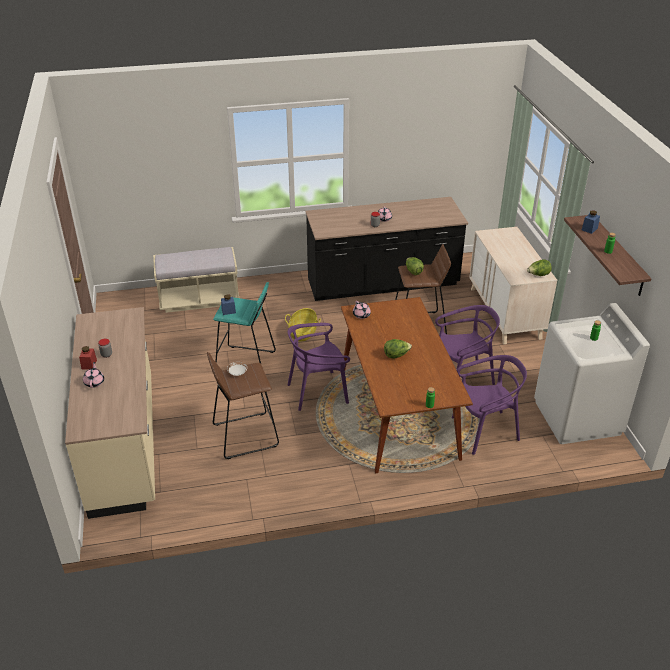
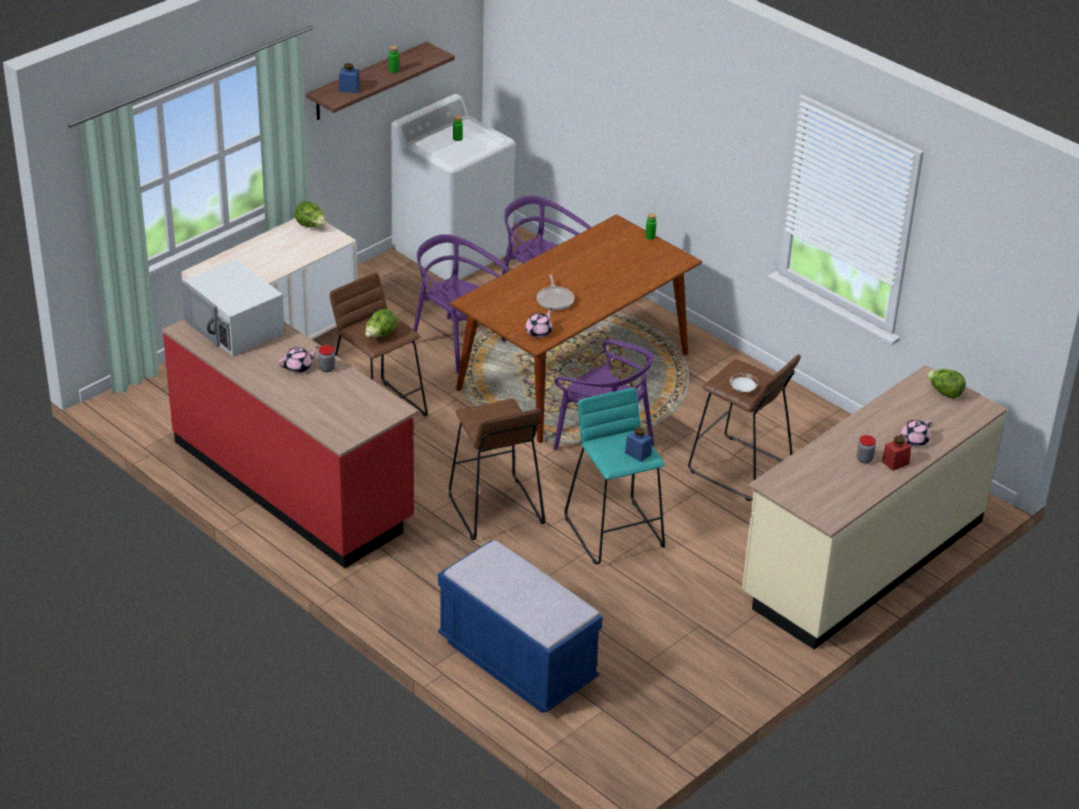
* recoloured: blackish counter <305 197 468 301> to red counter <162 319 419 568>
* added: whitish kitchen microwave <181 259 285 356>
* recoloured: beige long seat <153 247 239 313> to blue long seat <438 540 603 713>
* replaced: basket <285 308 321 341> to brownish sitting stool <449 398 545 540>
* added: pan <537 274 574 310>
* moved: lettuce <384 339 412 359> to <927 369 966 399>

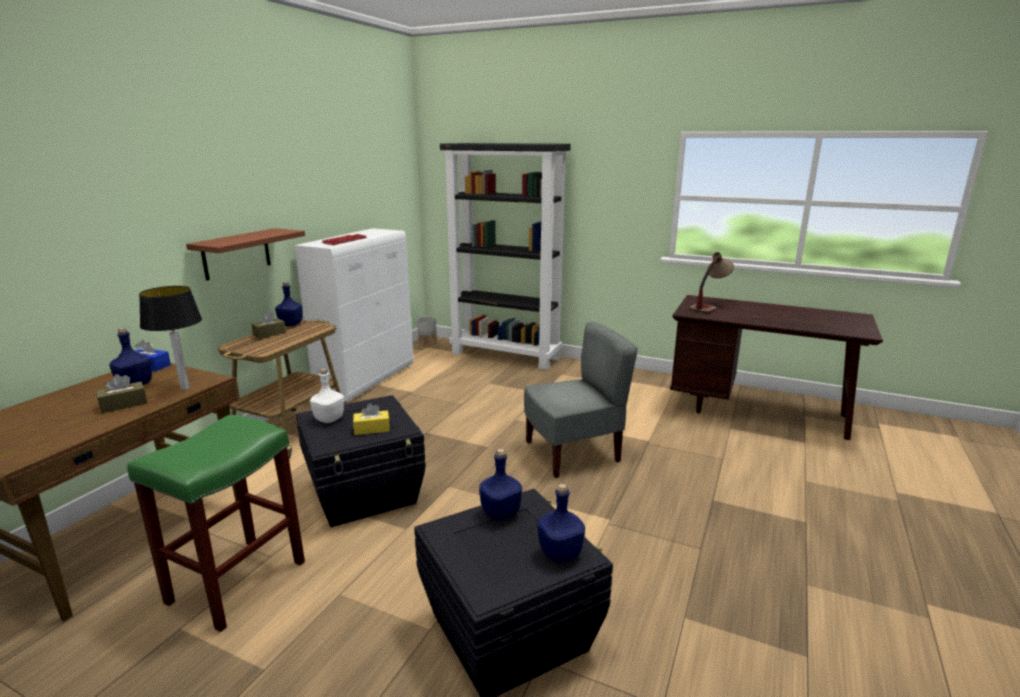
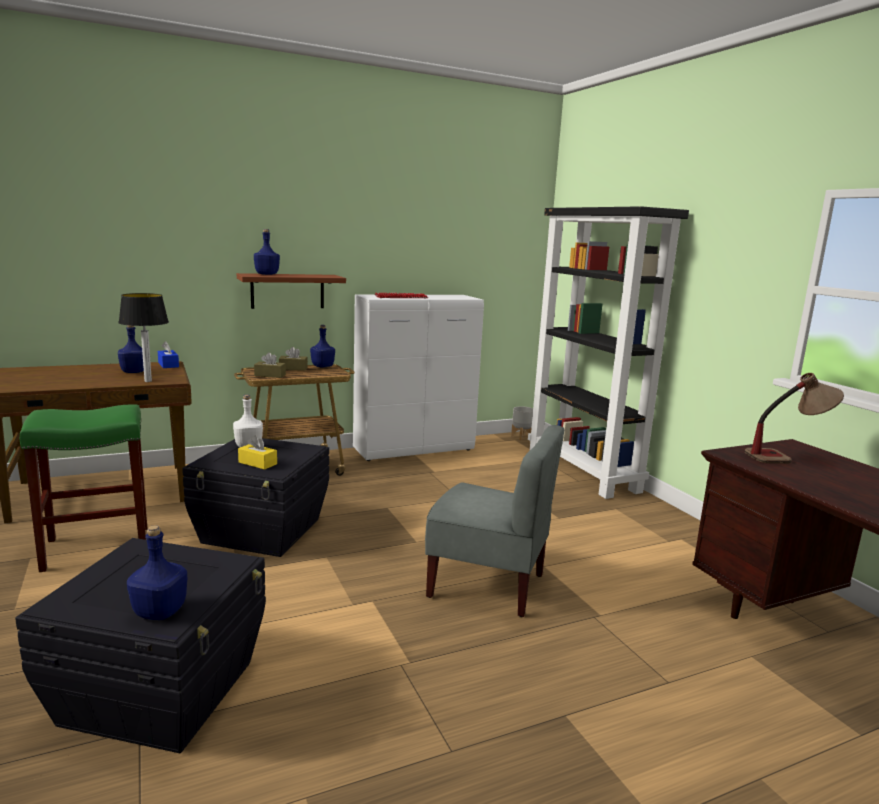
* moved: blue bottle <479 449 522 521> to <254 229 280 275>
* moved: brownish tissue holder <96 374 147 413> to <254 352 286 378>

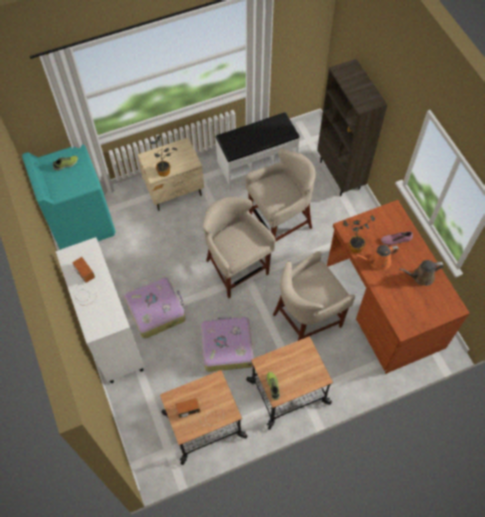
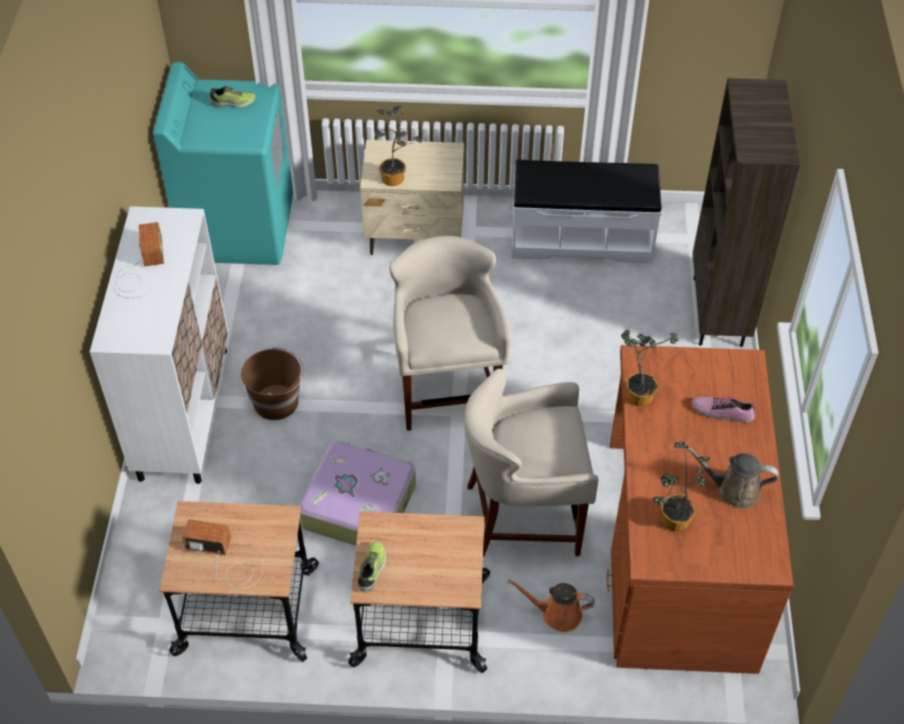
* replaced: suitcase <125 277 186 339> to brownish pail <241 348 303 420>
* moved: orangey watering pot <355 245 399 270> to <508 580 595 632>
* added: houseplant <653 442 710 532>
* removed: beige sitting stool <246 149 316 242>

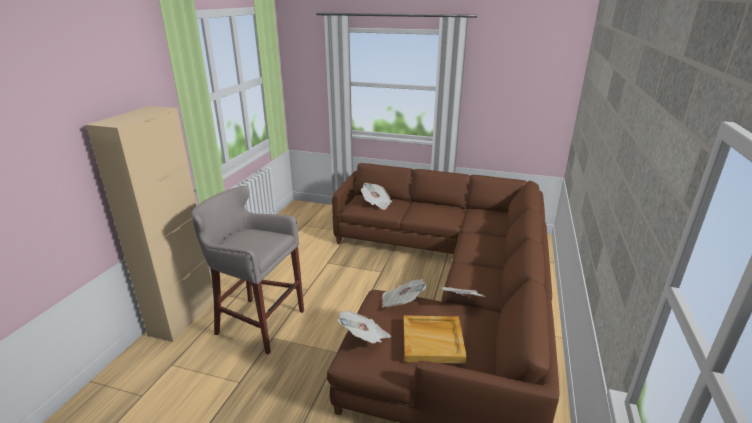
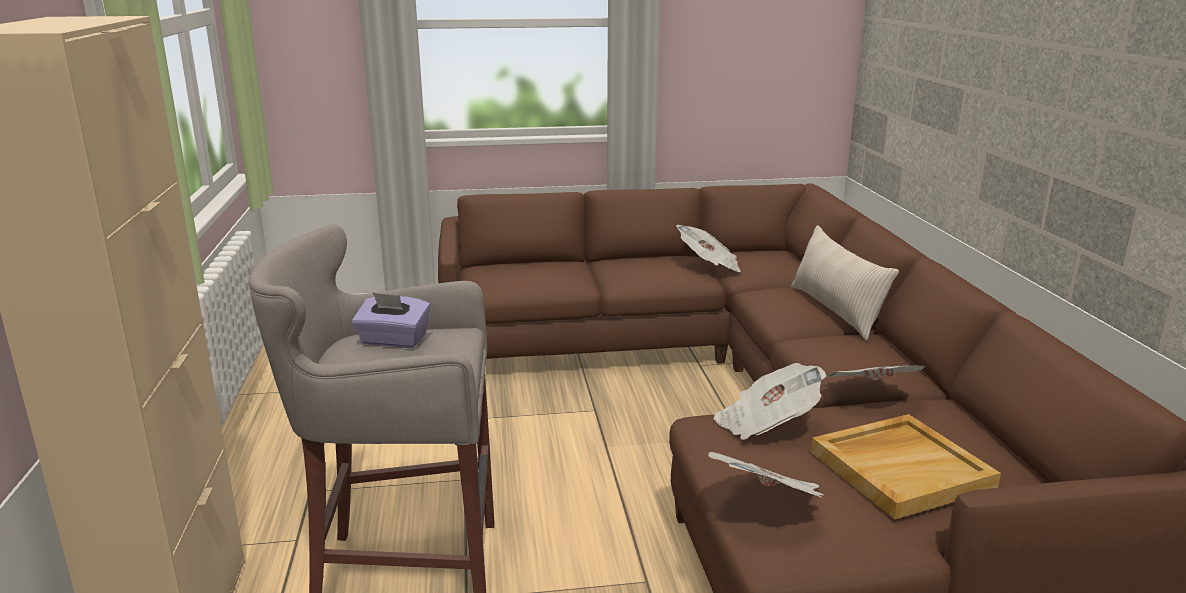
* added: purplish tissue holder <352 292 431 348>
* moved: daily paper <361 183 392 210> to <676 225 741 272>
* added: beige pillow <791 225 899 341>

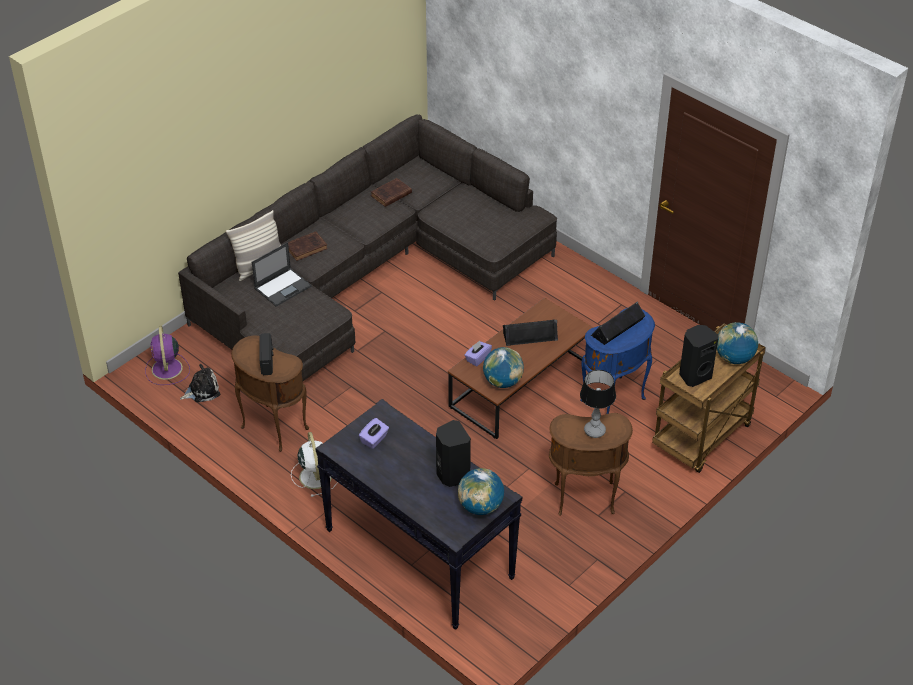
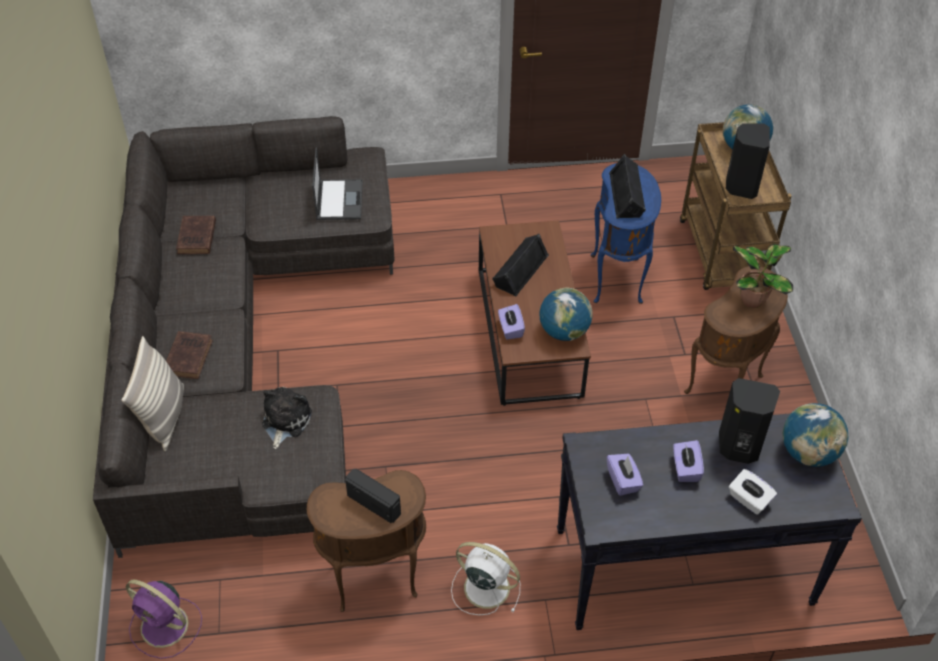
* moved: cuddly toy <180 364 220 402> to <262 387 312 449>
* moved: laptop <252 242 312 307> to <312 148 363 220>
* added: purplish tissue holder <673 440 704 482>
* added: whitish tissue holder <729 469 777 515>
* replaced: table lamp <580 370 616 438> to houseplant <733 244 793 308>

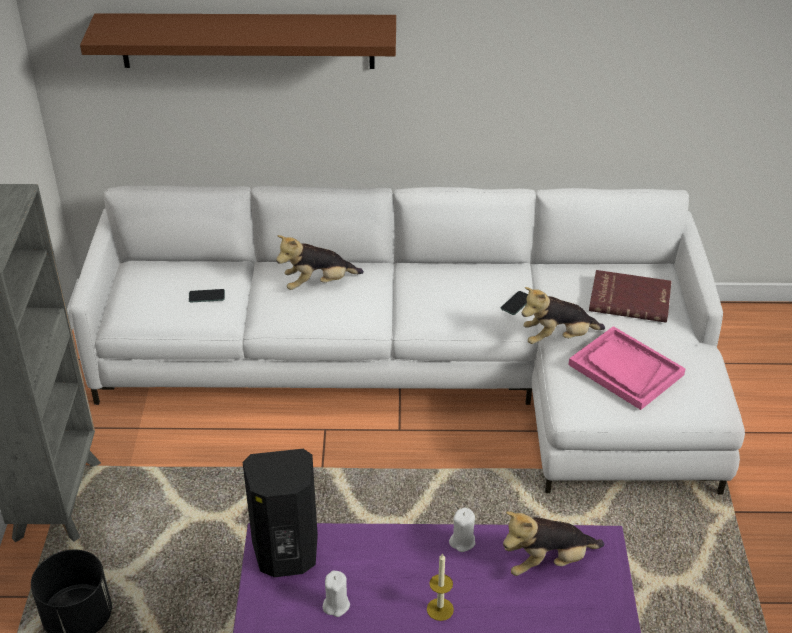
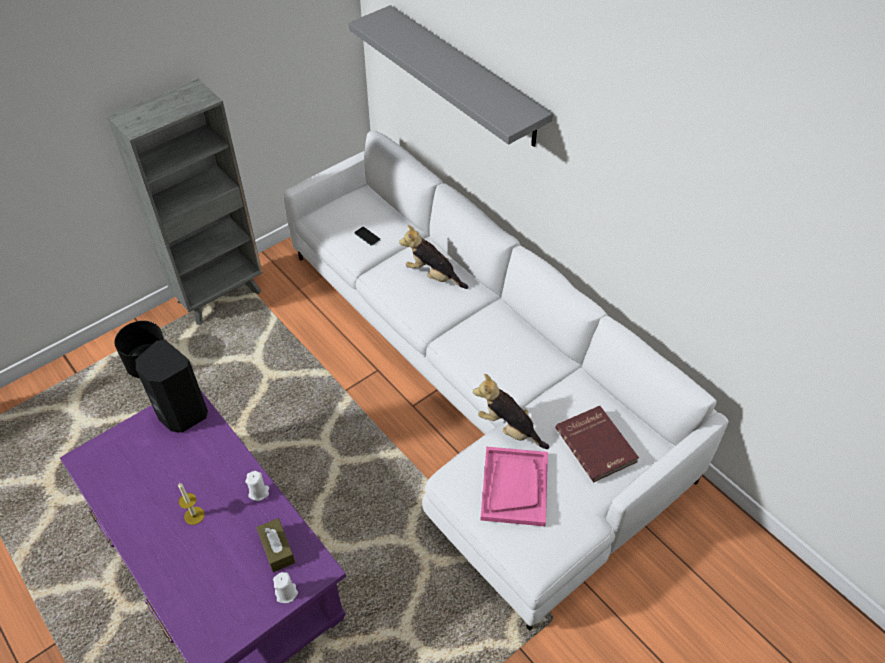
* replaced: cuddly toy <503 511 604 576> to brownish tissue holder <256 518 295 572>
* moved: whitish wax light <323 571 350 617> to <273 572 298 603>
* recoloured: brownish shelf <80 13 396 69> to gray shelf <348 5 553 147>
* removed: phone <501 291 528 315>

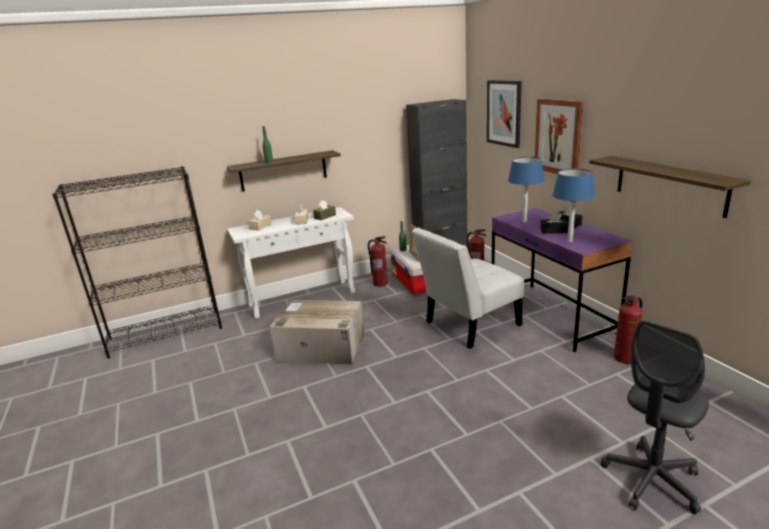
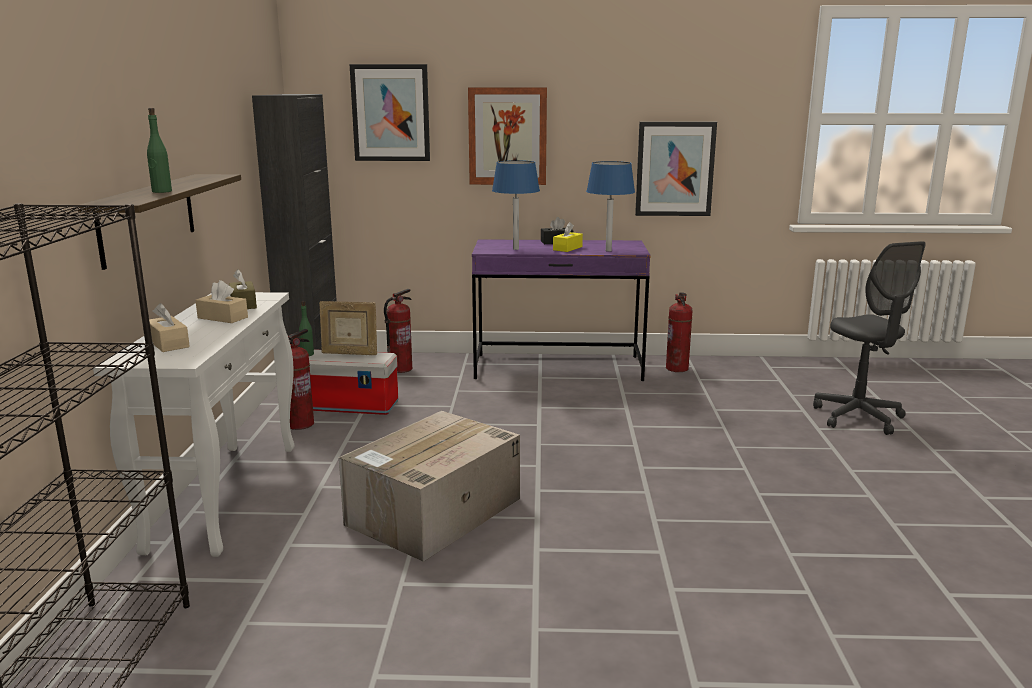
* recoloured: blackish tissue holder <540 212 568 234> to yellow tissue holder <553 222 583 252>
* replaced: shelf <589 156 751 218> to picture <635 122 717 216>
* removed: whitish plain chair <412 228 524 349>

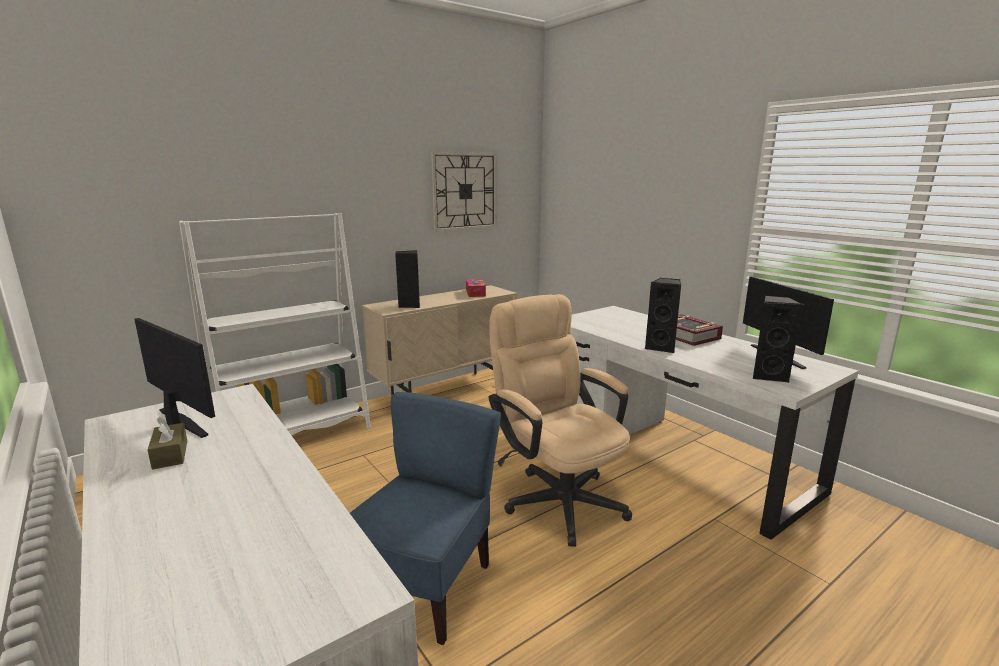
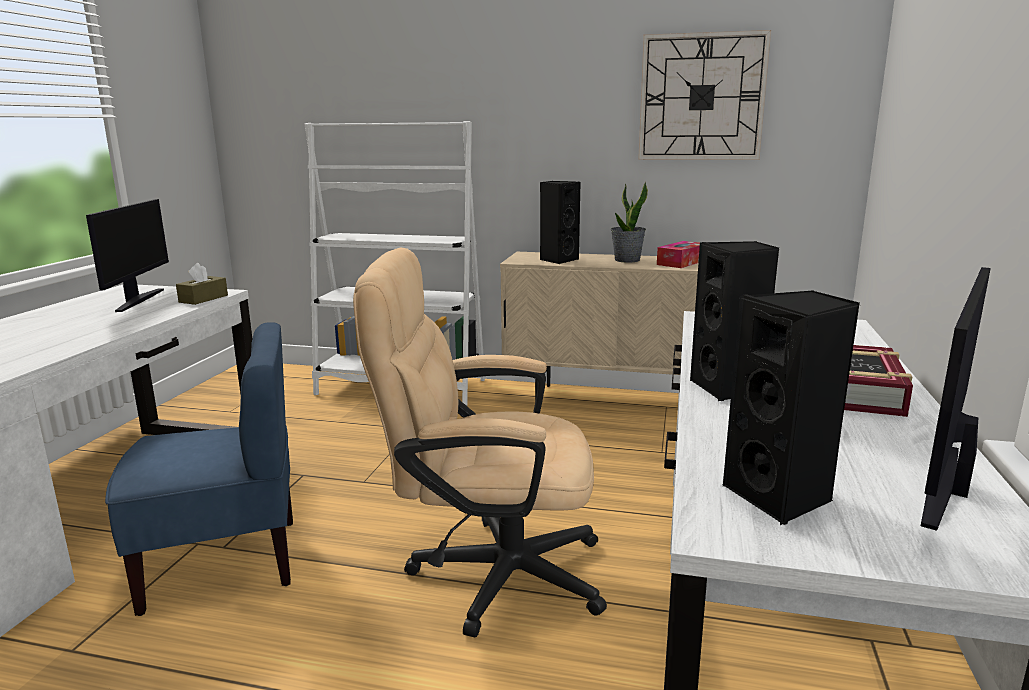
* moved: brownish tissue holder <148 416 187 470> to <176 263 228 305>
* turned: beige computer chair <489 294 632 547> = <353 247 607 637> 105 degrees counterclockwise
* added: houseplant <611 182 648 262>

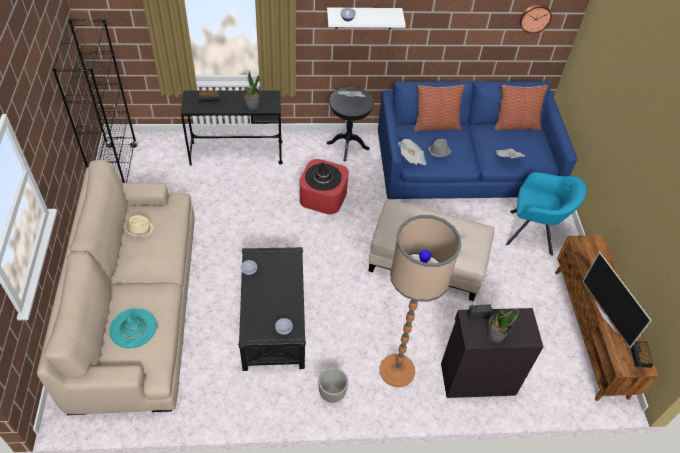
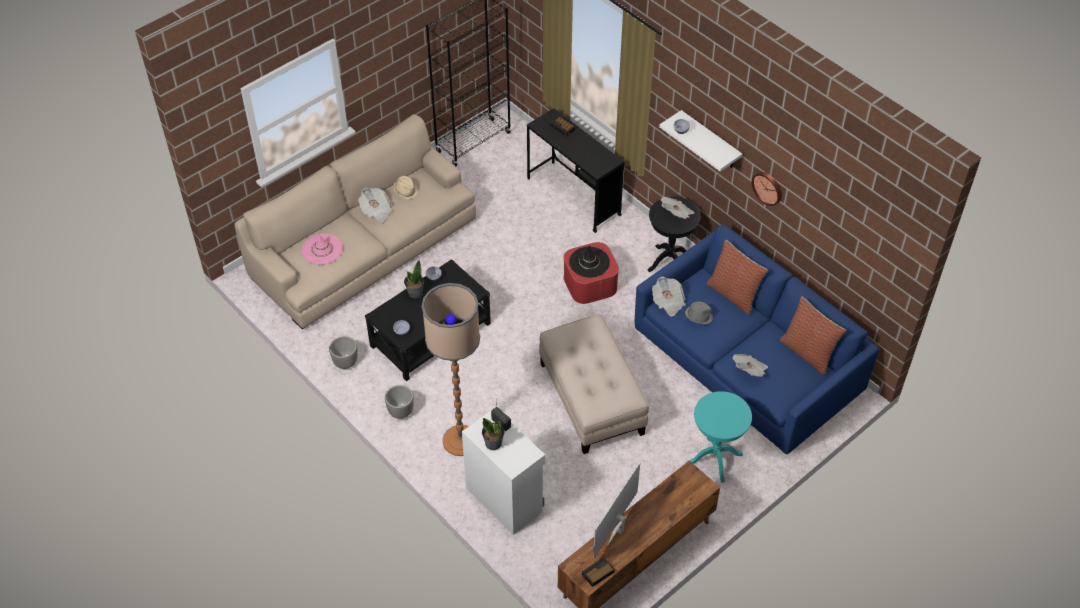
* recoloured: turquoise-coloured clothing hat <109 308 157 349> to pinkish clothing hat <302 234 343 265>
* added: flower pot <329 336 358 369>
* added: daily paper <358 188 393 223>
* moved: houseplant <243 70 260 109> to <404 260 424 298>
* recoloured: blackish storage cabinet <441 308 543 398> to whitish storage cabinet <462 409 545 535>
* replaced: turquoise-coloured armchair <506 172 587 256> to turquoise-coloured side table <690 391 752 483>
* moved: wall clock <520 5 552 34> to <752 172 782 206>

